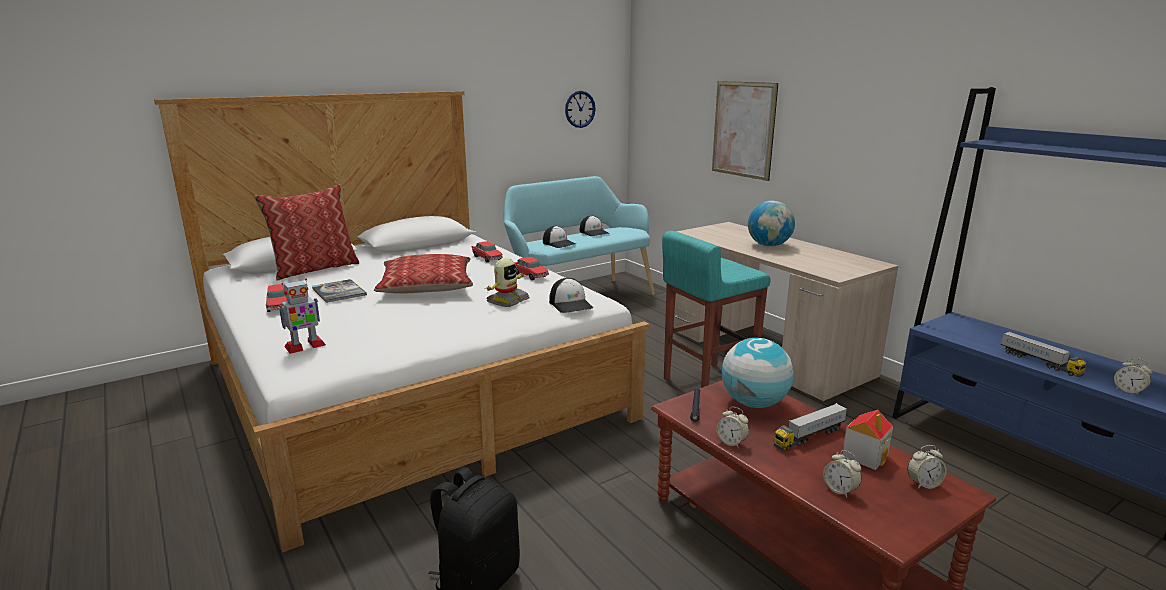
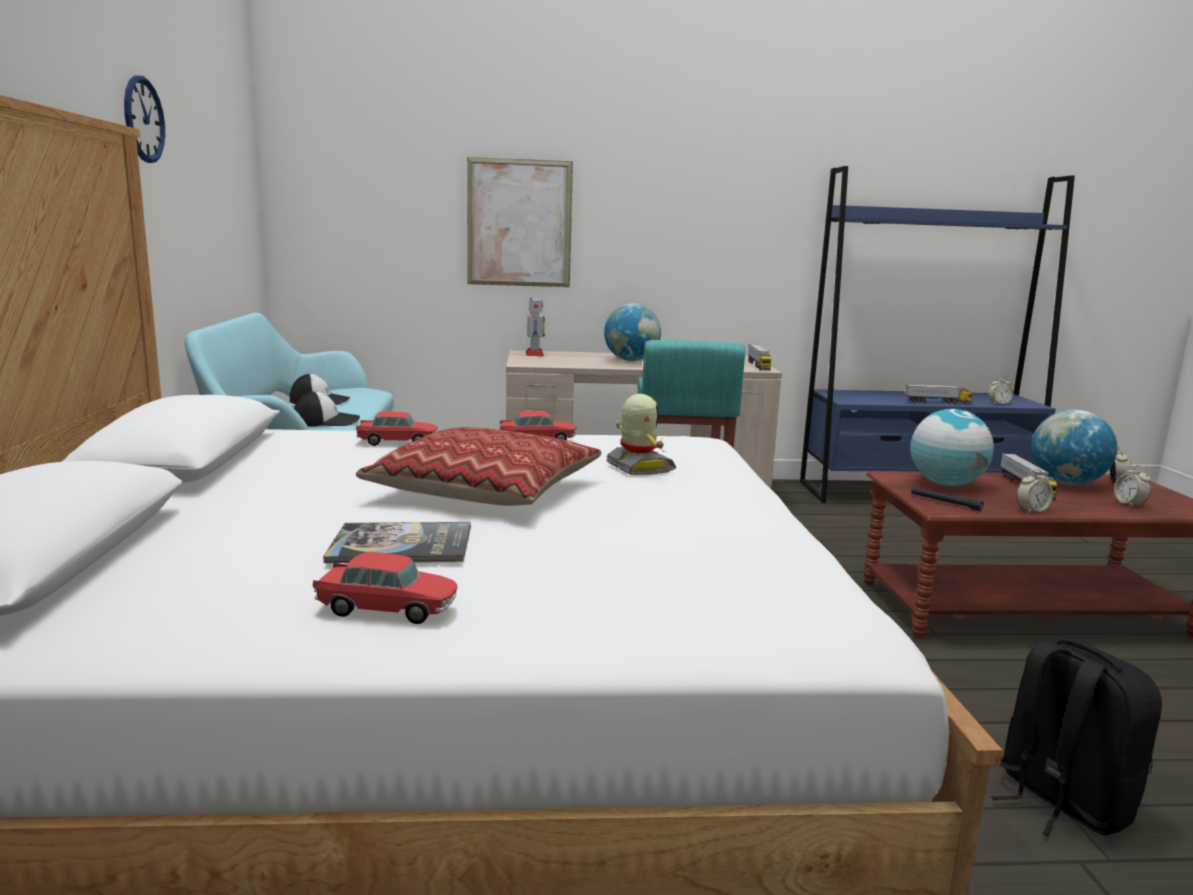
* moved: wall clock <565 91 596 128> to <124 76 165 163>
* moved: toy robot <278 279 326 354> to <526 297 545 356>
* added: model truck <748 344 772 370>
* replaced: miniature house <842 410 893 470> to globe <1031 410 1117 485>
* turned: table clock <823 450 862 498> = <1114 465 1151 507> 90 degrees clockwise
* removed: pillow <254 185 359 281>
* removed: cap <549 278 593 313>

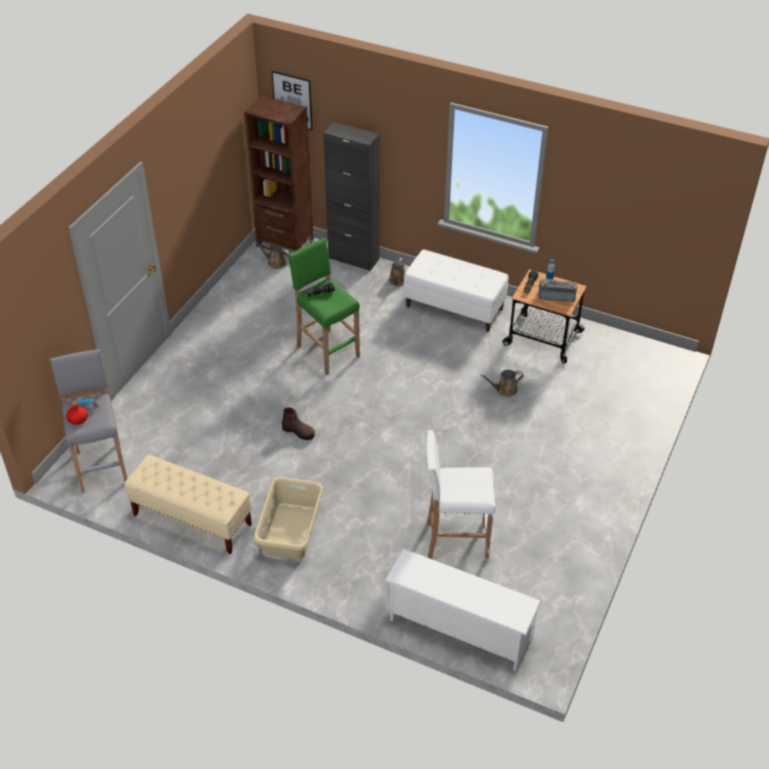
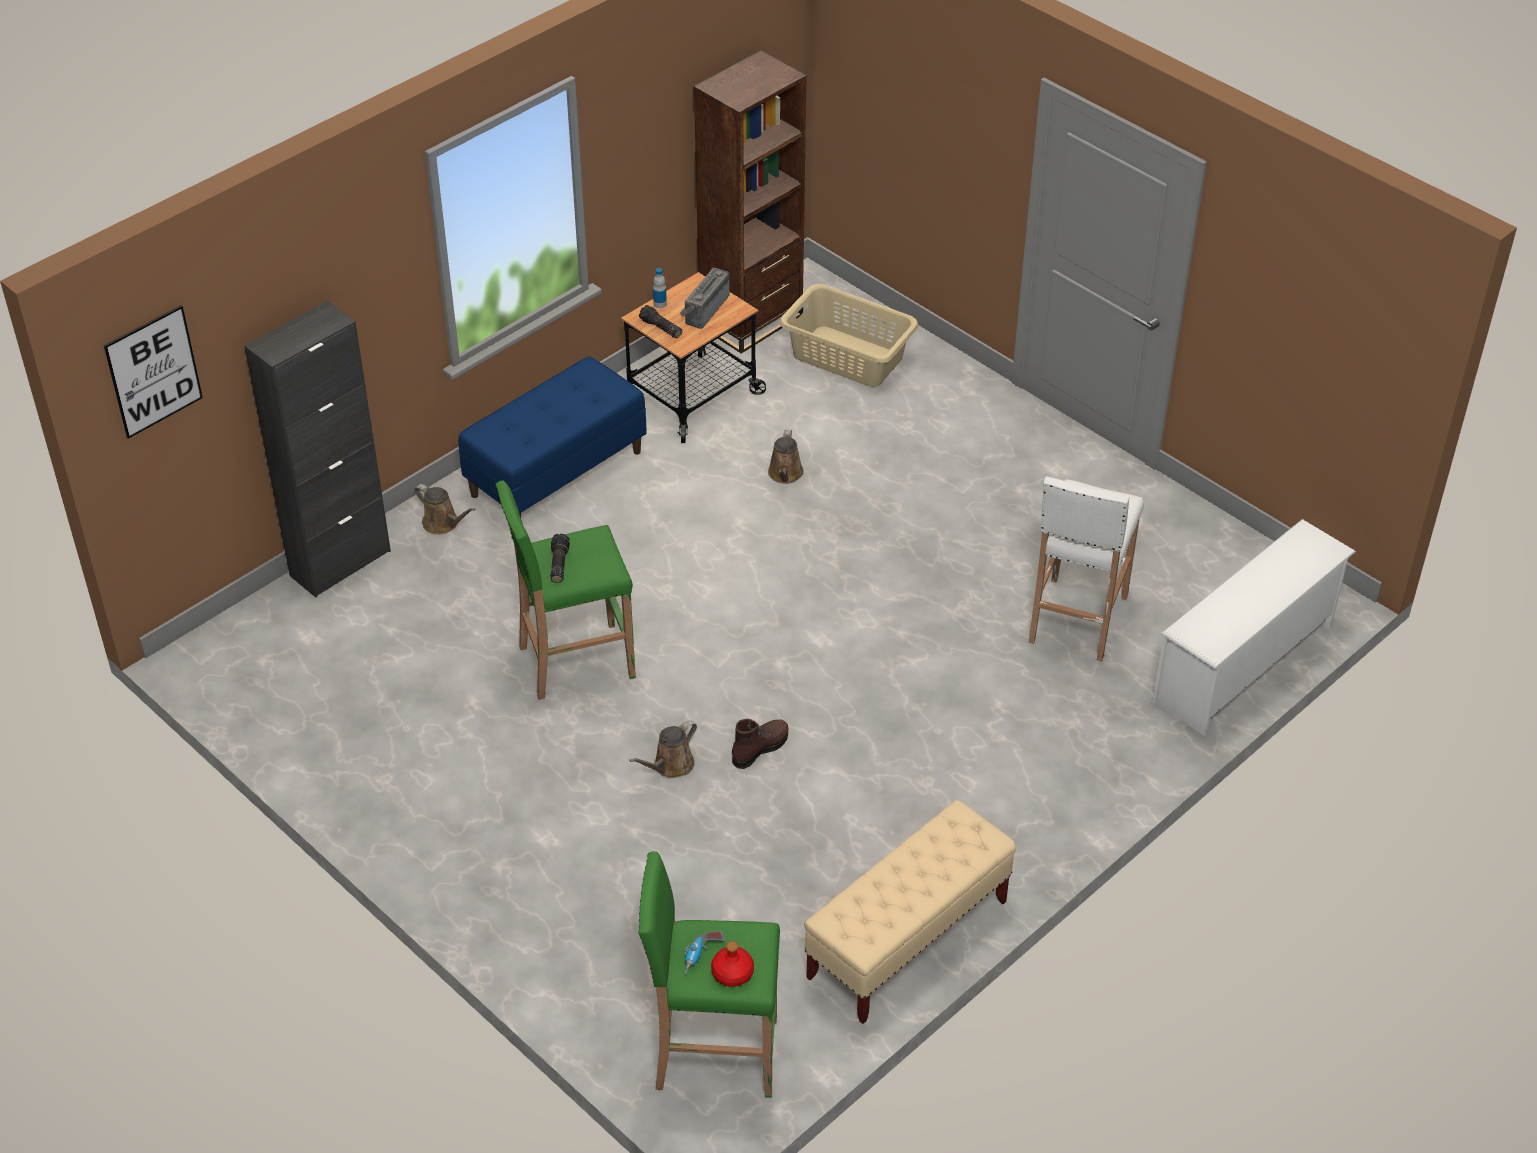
* recoloured: whitish long seat <403 249 509 332> to blue long seat <458 356 647 517>
* moved: brownish watering pot <252 237 289 269> to <629 720 697 778>
* recoloured: gray sitting stool <50 349 128 493> to green sitting stool <638 851 780 1098>
* moved: brownish bookcase <244 95 314 256> to <694 50 807 354>
* moved: beige washing basket <254 477 323 560> to <780 284 919 387>

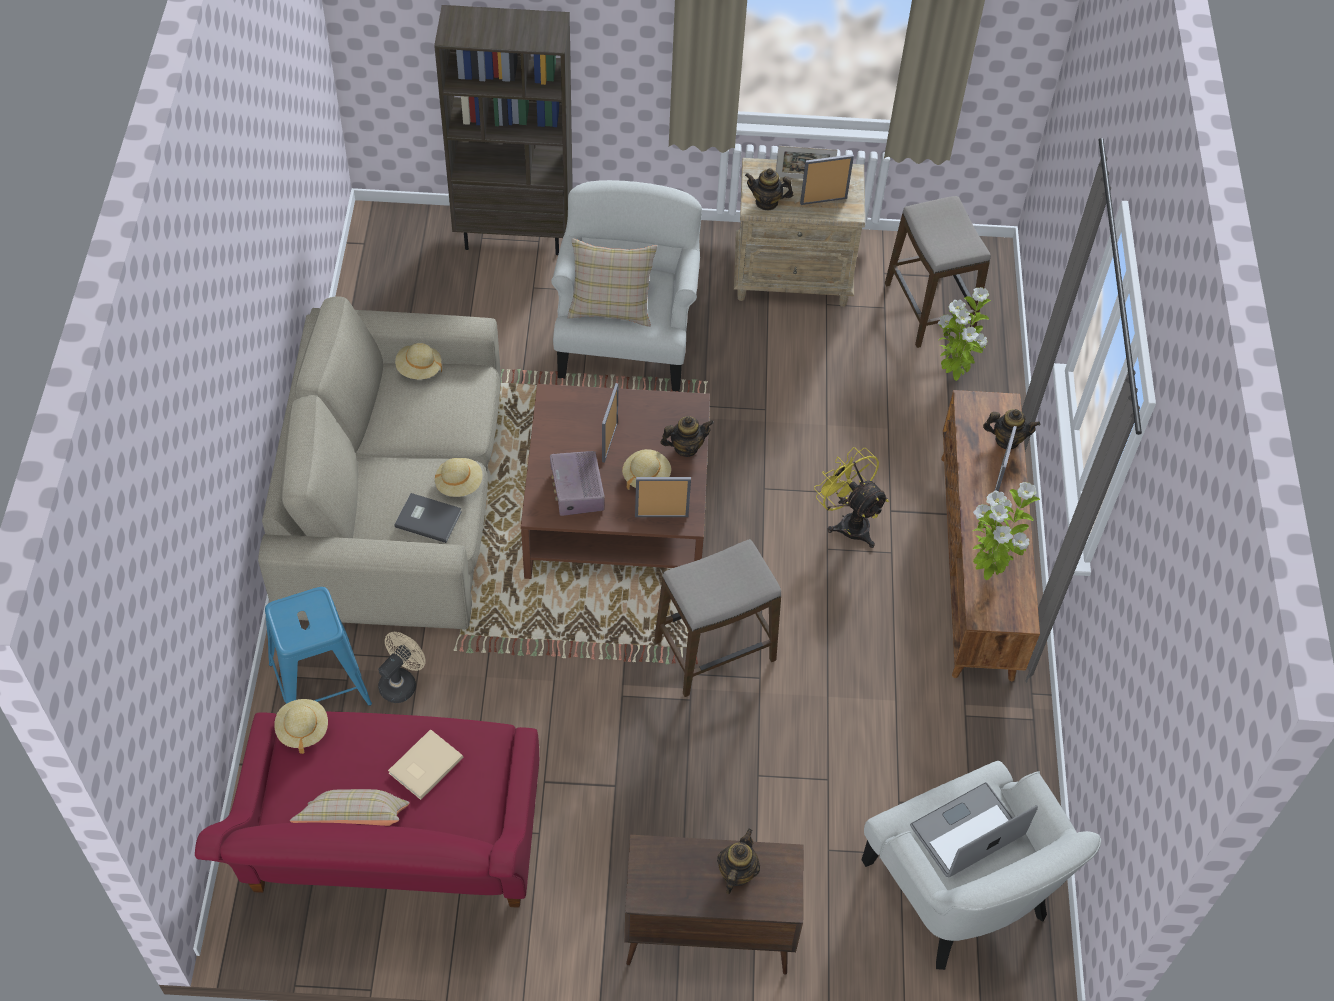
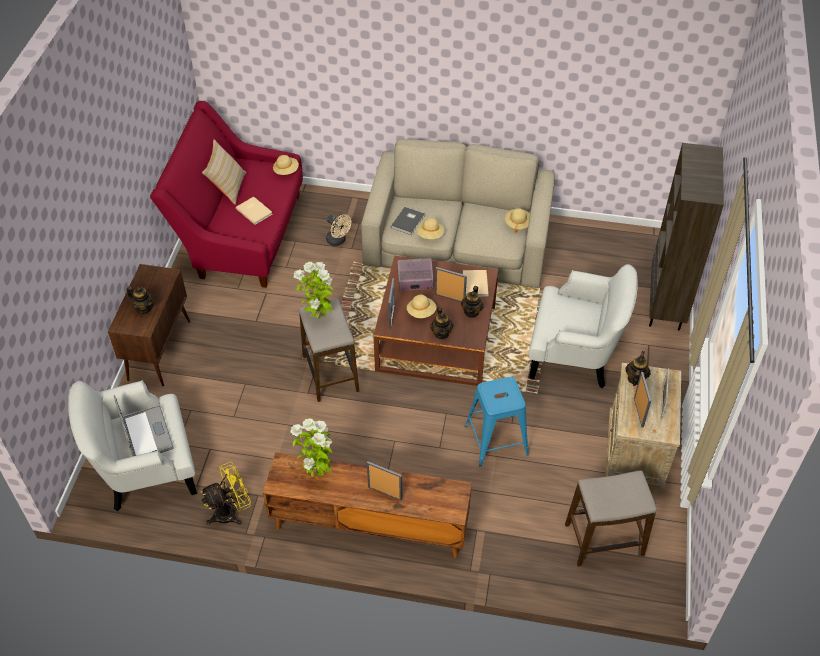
* moved: yellow electric fan <814 447 889 548> to <200 461 251 525>
* moved: houseplant <938 287 991 381> to <294 262 333 319>
* moved: teapot <983 409 1040 449> to <461 286 483 318>
* added: beige bound book <463 270 489 296>
* moved: blue sitting stool <265 587 372 706> to <465 377 529 467>
* removed: beige pillow <567 238 657 327>

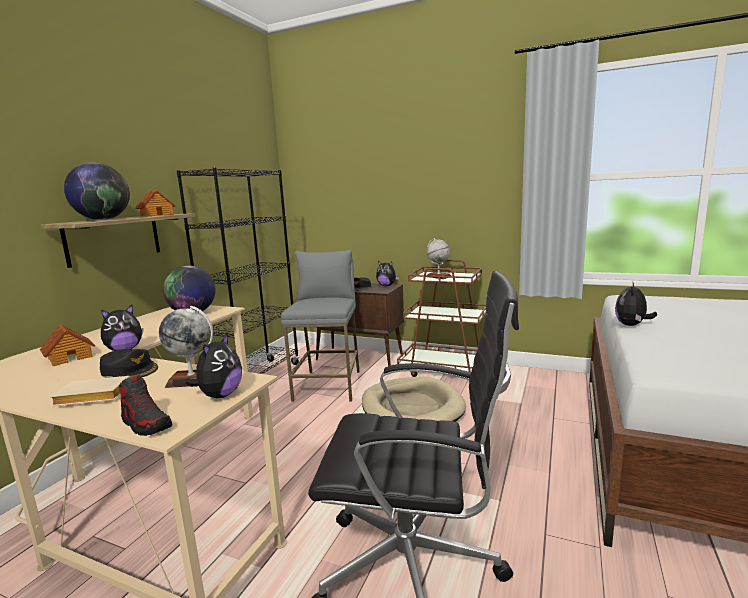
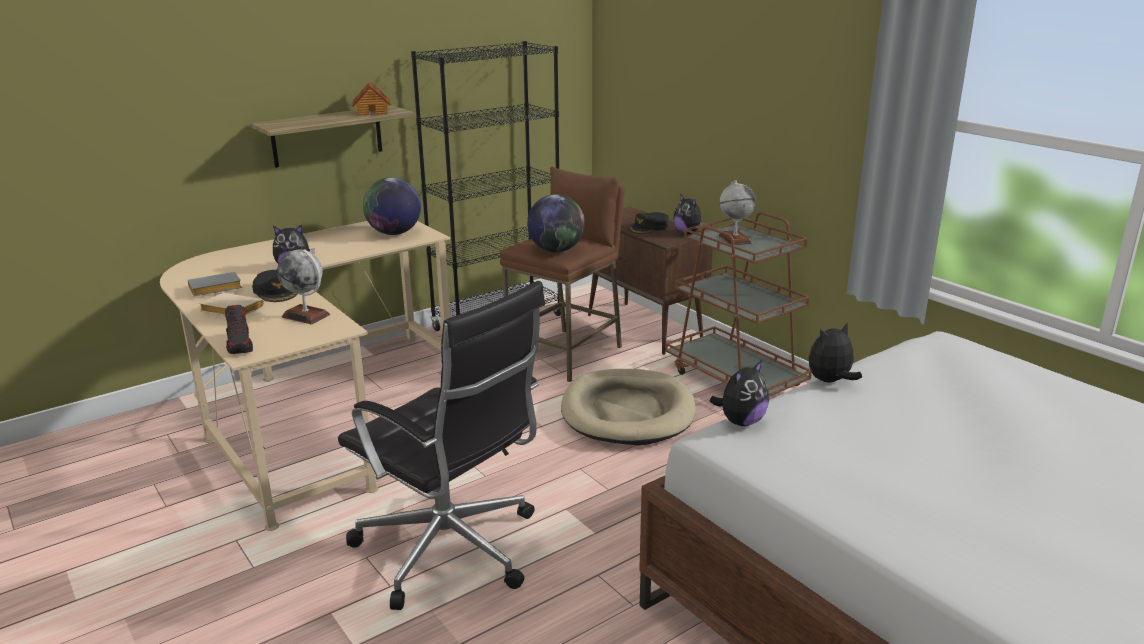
* added: gray bound book <188 272 242 296>
* recoloured: gray sitting stool <281 250 360 402> to brownish sitting stool <500 167 625 382>
* moved: globe <64 162 130 220> to <527 194 585 252>
* moved: cuddly toy <186 332 242 398> to <710 360 769 426>
* removed: miniature house <40 324 95 366>

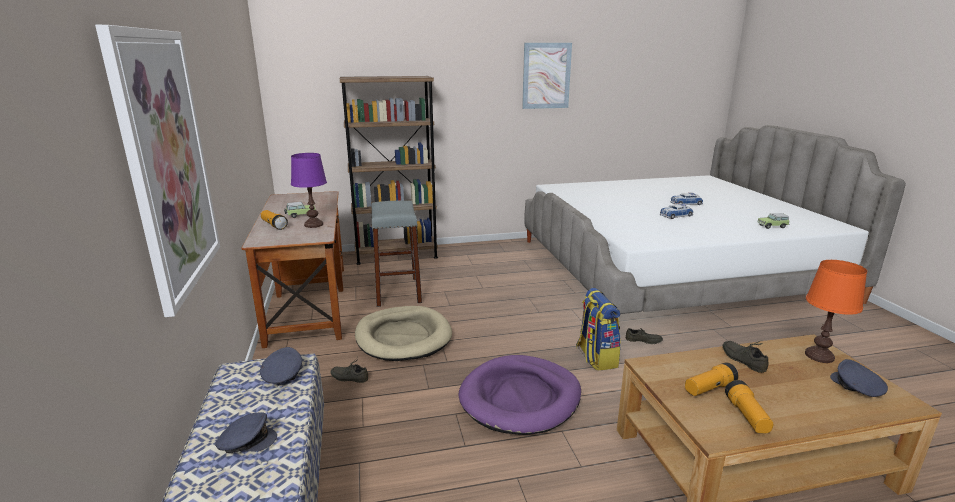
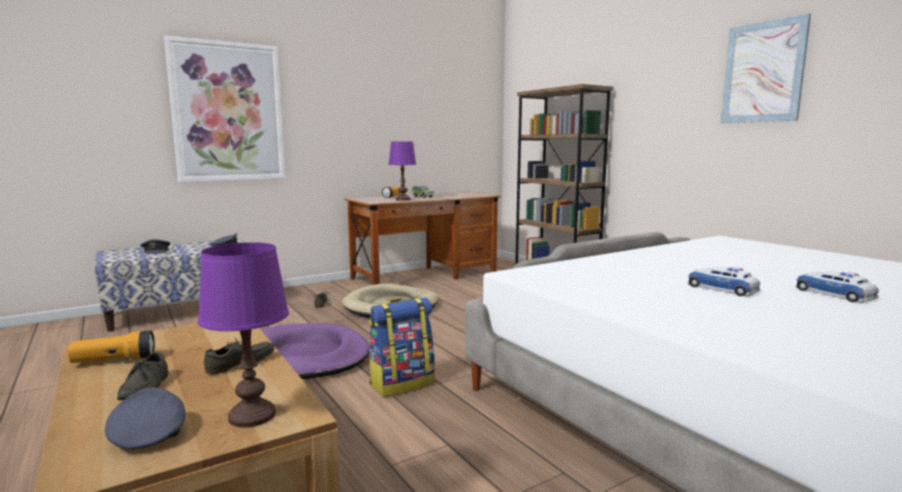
* turned: gray cap <830 359 888 397> = <105 387 186 450> 75 degrees counterclockwise
* moved: gray shoe <626 328 663 344> to <117 349 169 400>
* recoloured: orangey table lamp <805 260 867 363> to purplish table lamp <198 242 289 428>
* removed: gray sitting stool <371 200 422 307>
* removed: hand torch <685 362 739 396>
* removed: miniature car <758 213 790 229>

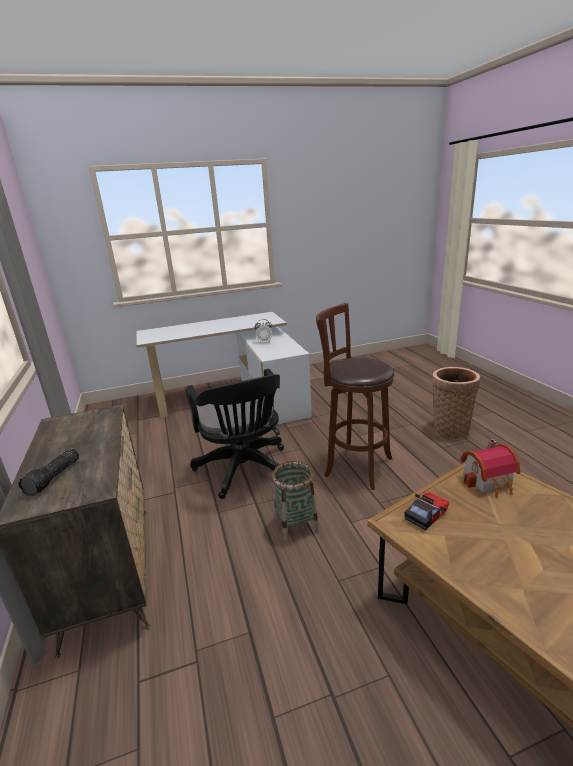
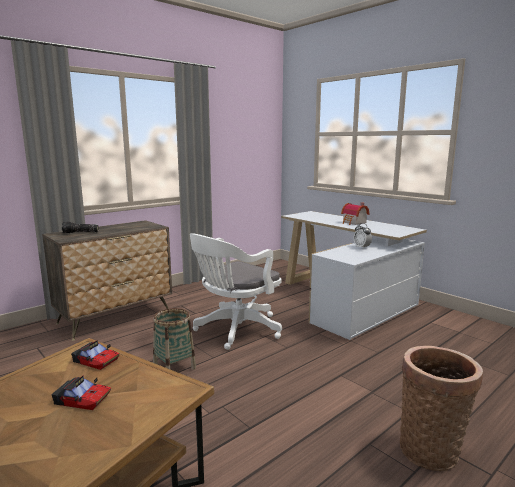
* added: miniature car <51 376 111 410>
* recoloured: blackish computer chair <187 369 284 499> to whitish computer chair <190 233 282 350>
* moved: miniature house <460 439 520 498> to <341 203 370 225>
* removed: brownish sitting stool <316 303 394 490>

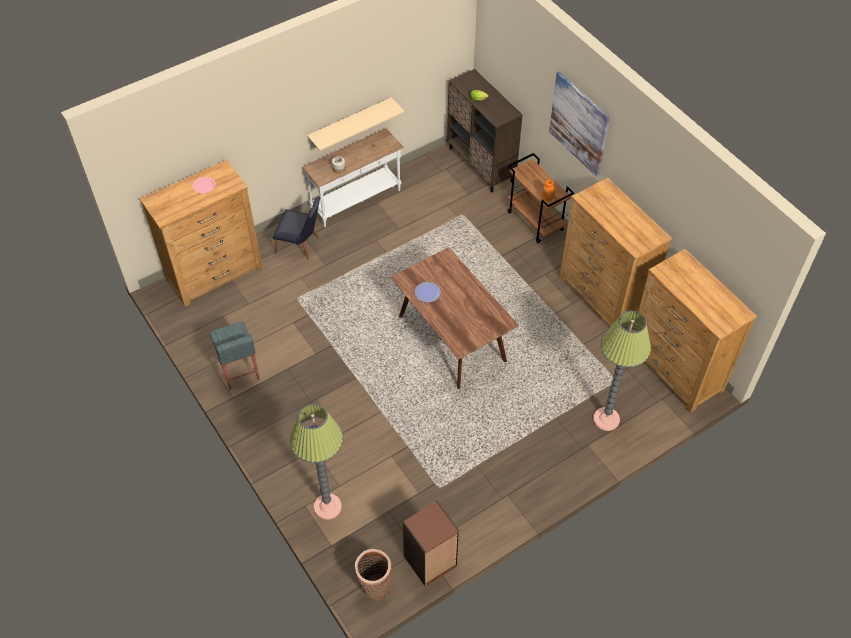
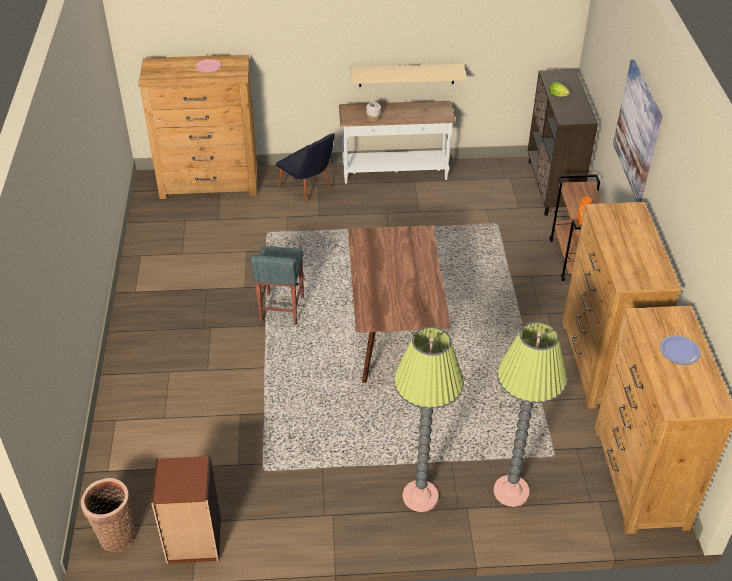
* moved: gray sitting stool <210 322 260 389> to <251 246 304 325>
* moved: standing lamp <290 404 343 520> to <394 326 464 512>
* moved: dinner plate <415 282 441 303> to <660 335 701 365>

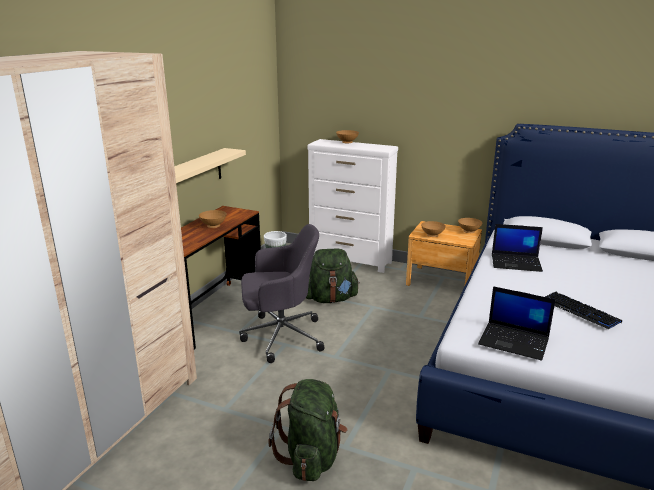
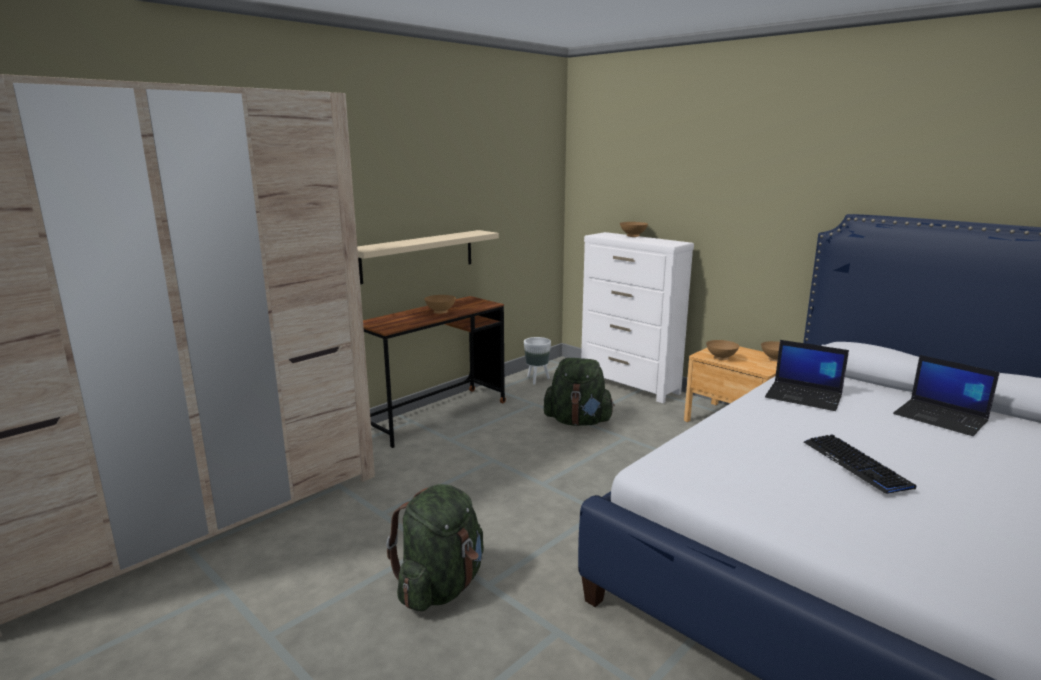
* moved: laptop <478 286 556 361> to <893 355 1000 436>
* removed: gray computer chair <239 224 325 363>

